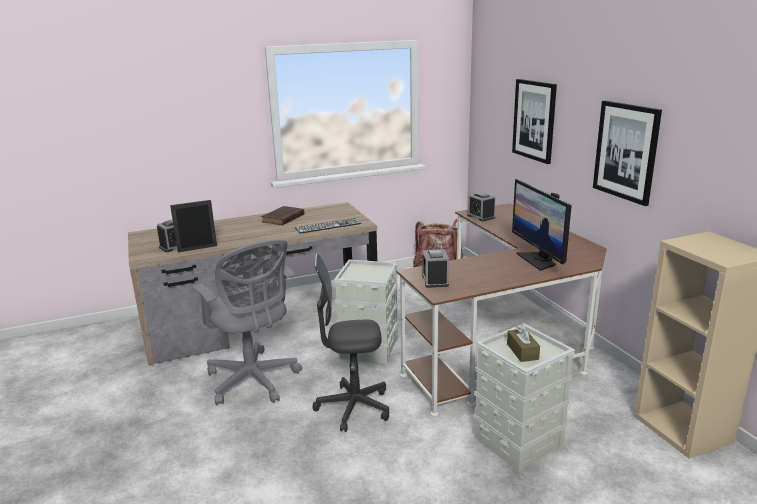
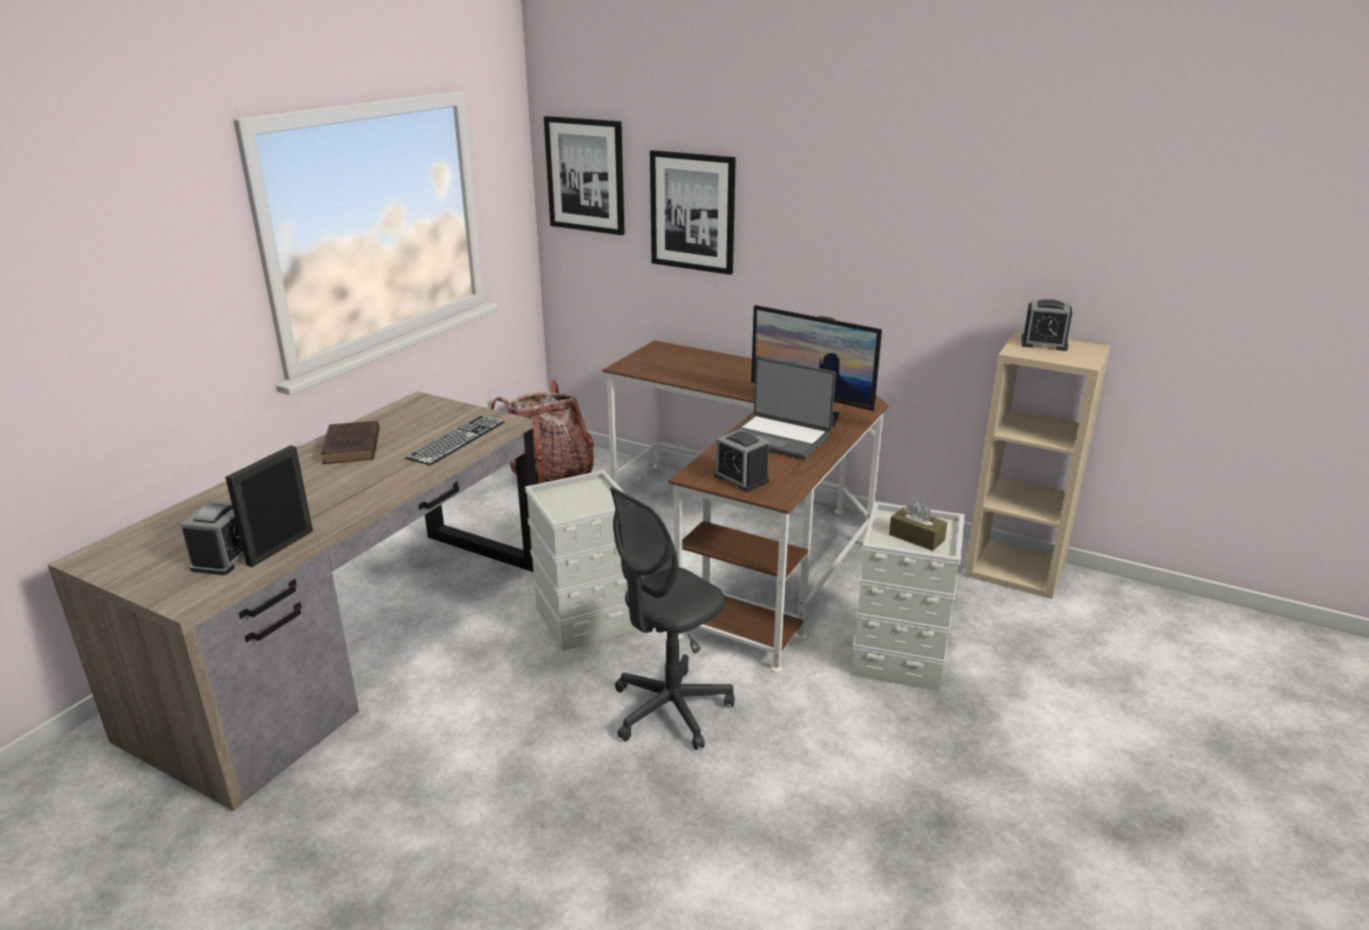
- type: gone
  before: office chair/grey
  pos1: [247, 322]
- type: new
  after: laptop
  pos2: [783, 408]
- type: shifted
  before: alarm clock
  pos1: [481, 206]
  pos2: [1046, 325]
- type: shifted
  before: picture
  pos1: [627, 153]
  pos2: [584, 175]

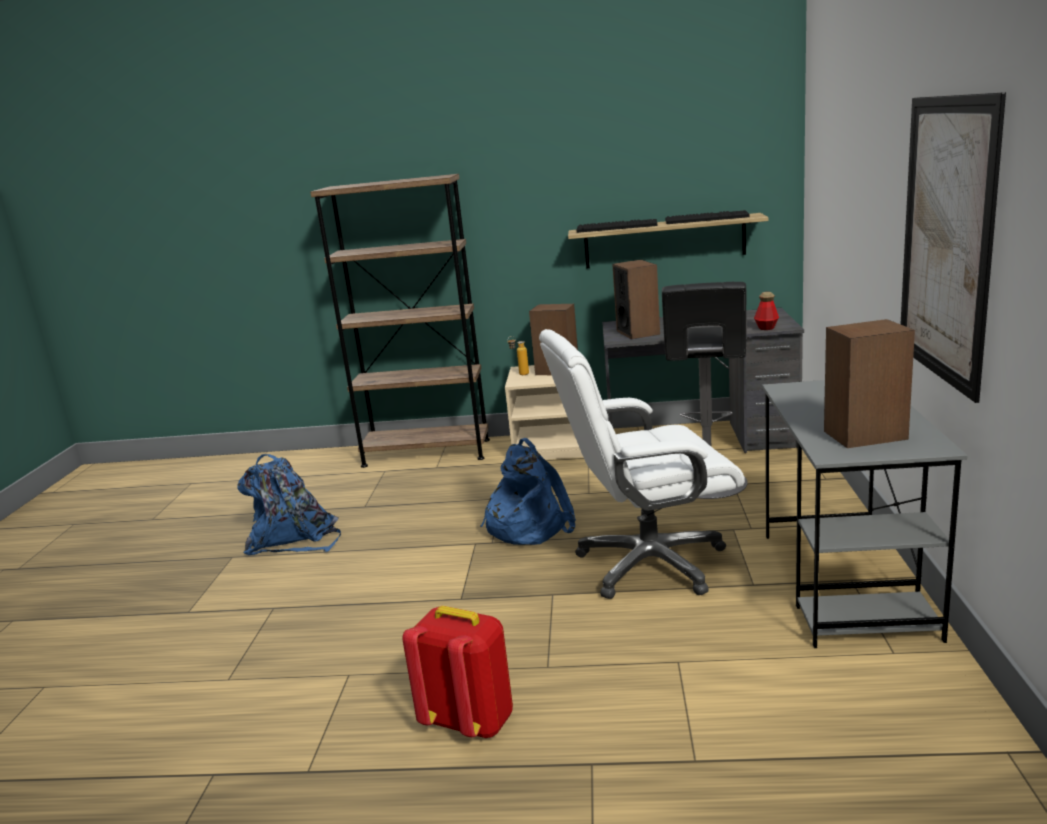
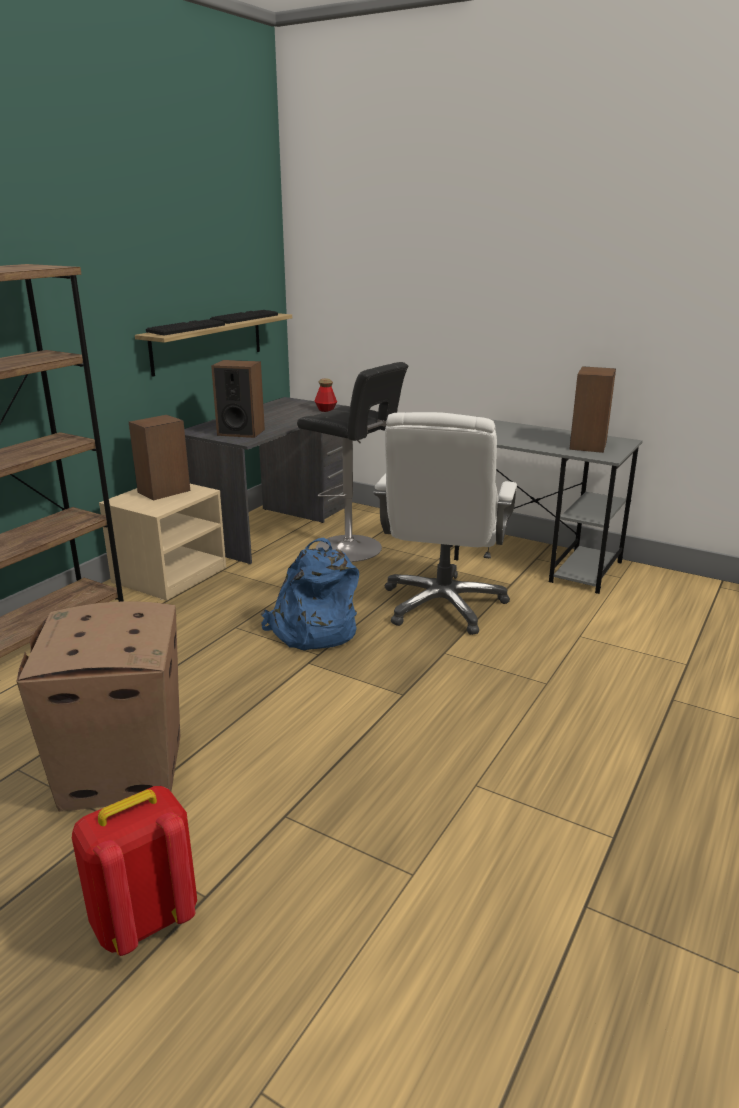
- type: gone
  before: bottle
  pos1: [518, 355]
- type: gone
  before: picture
  pos1: [953, 247]
- type: shifted
  before: backpack/red
  pos1: [458, 672]
  pos2: [134, 871]
- type: swapped
  before: backpack/blue
  after: cardboard box
  pos1: [289, 504]
  pos2: [98, 706]

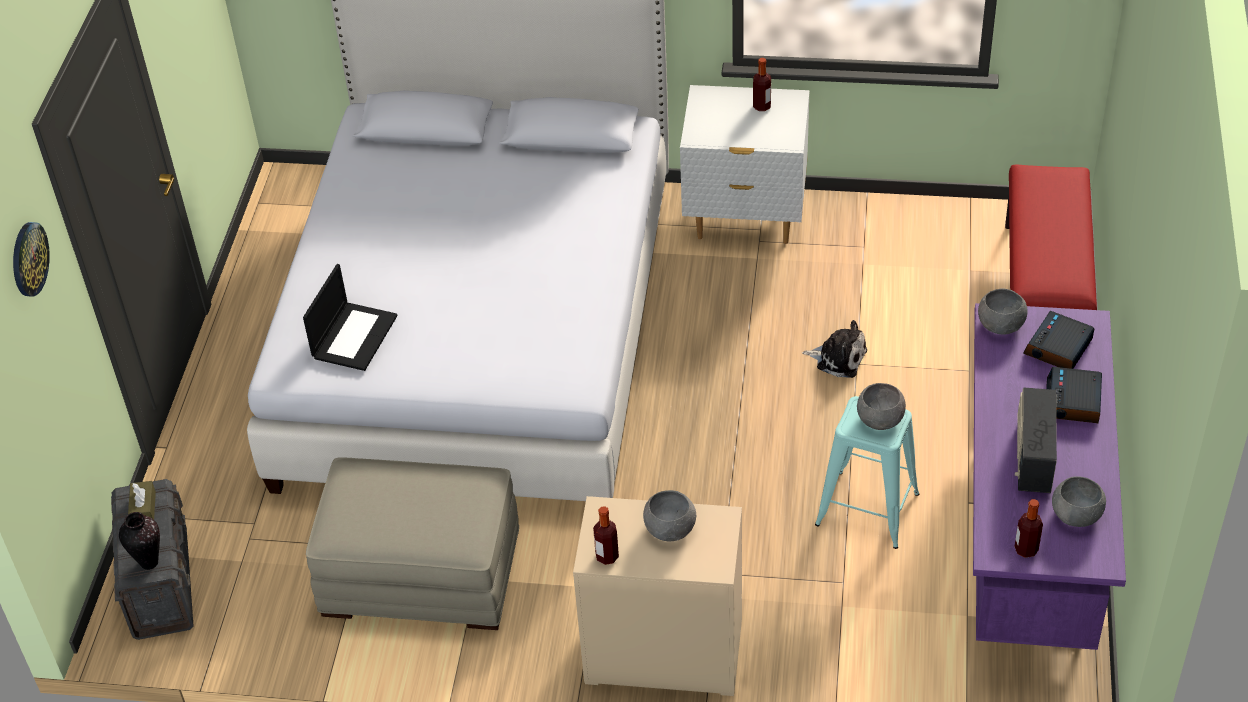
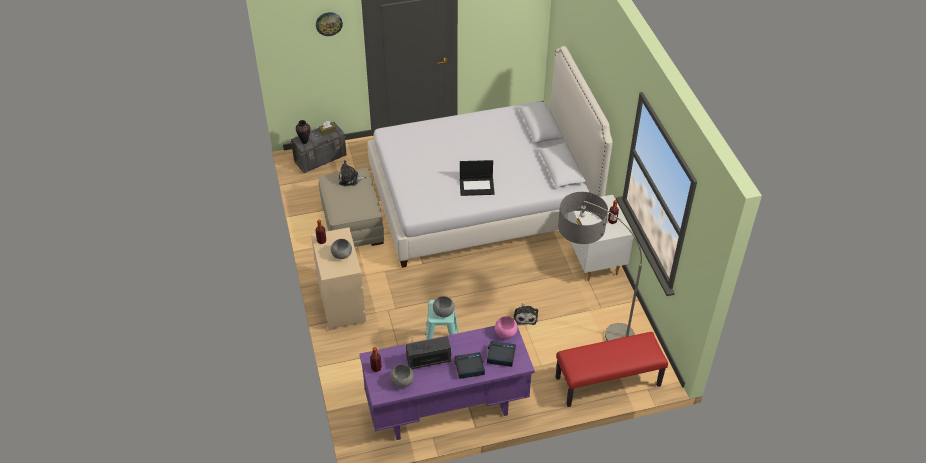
- type: new
  after: plush toy
  pos2: [353, 173]
- type: new
  after: floor lamp
  pos2: [600, 266]
- type: shifted
  before: laptop
  pos1: [350, 317]
  pos2: [477, 178]
- type: repainted
  before: bowl/grey
  after: bowl/pink
  pos1: [1003, 312]
  pos2: [506, 327]

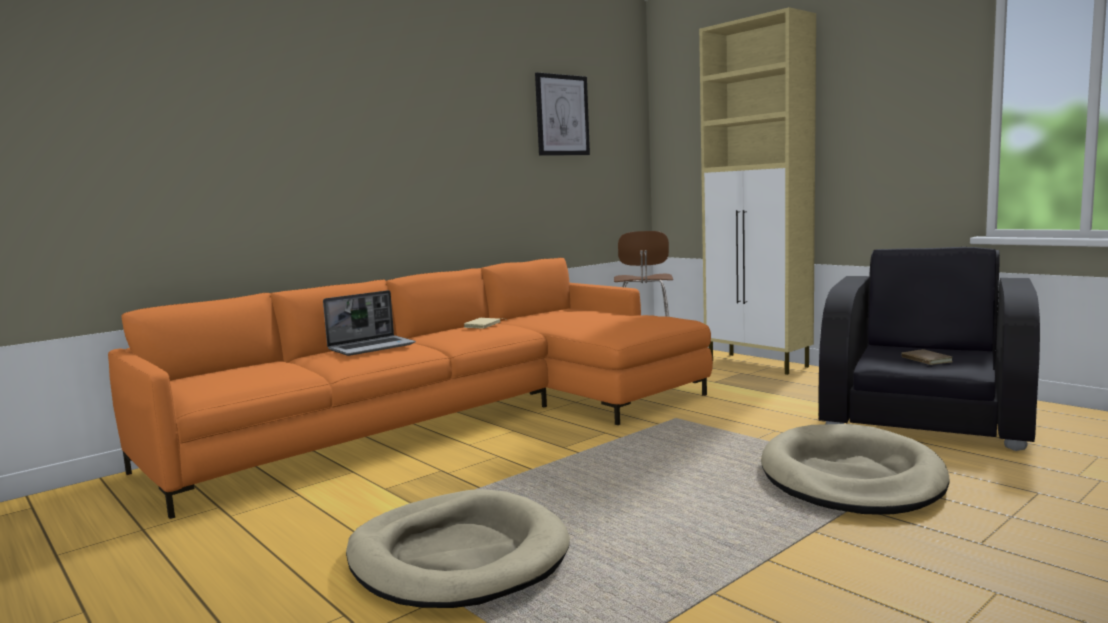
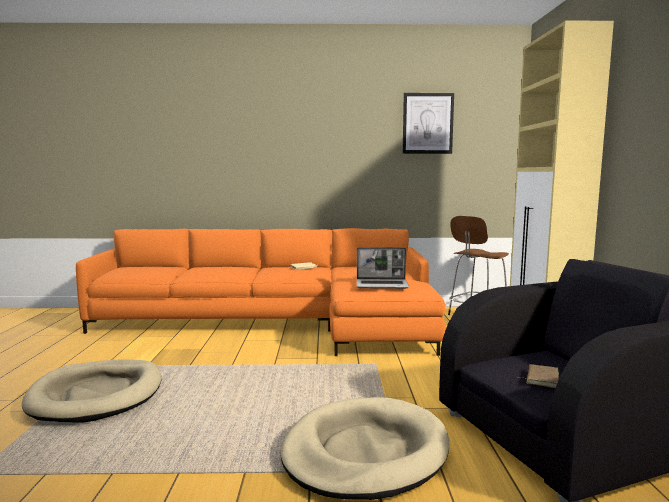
- type: shifted
  before: laptop
  pos1: [369, 323]
  pos2: [383, 268]

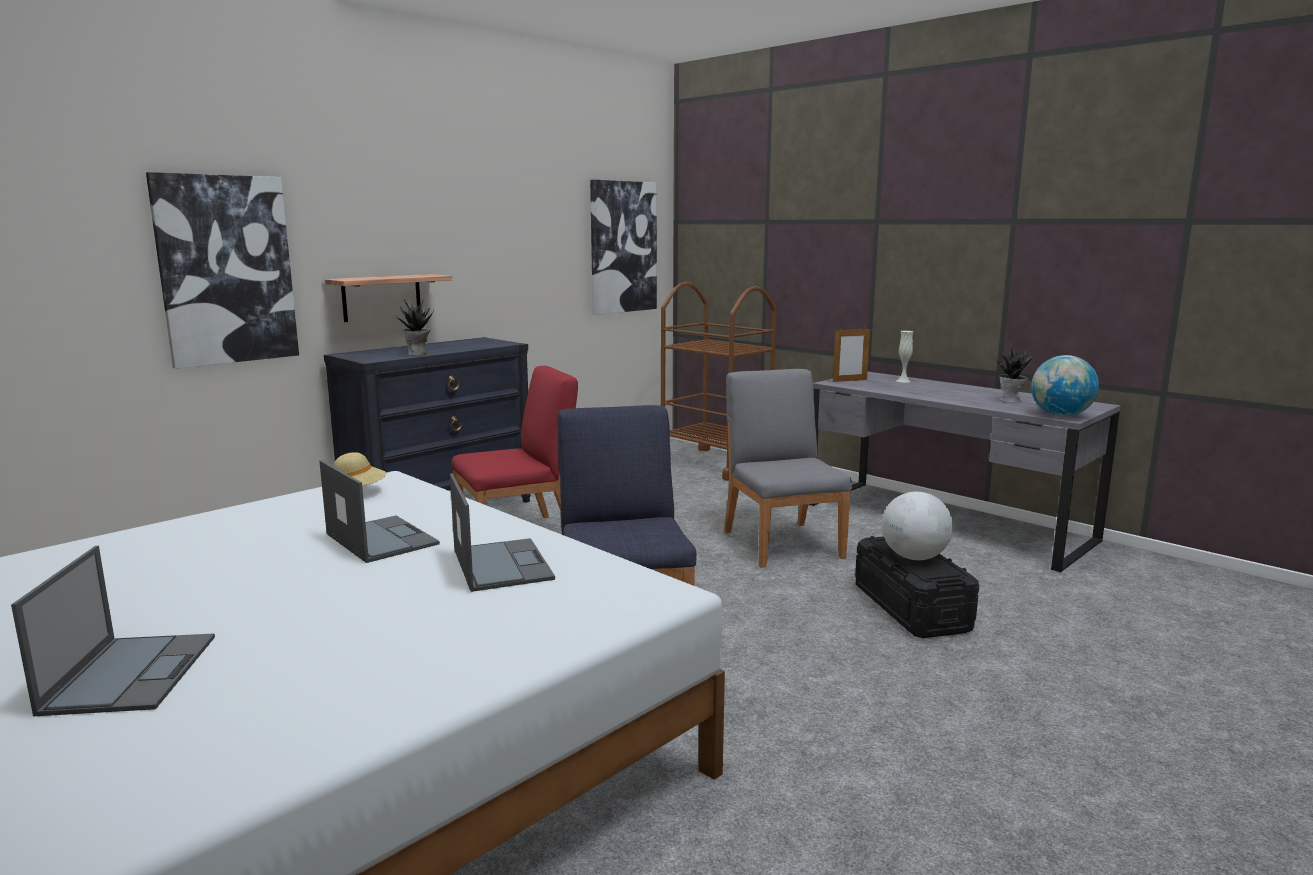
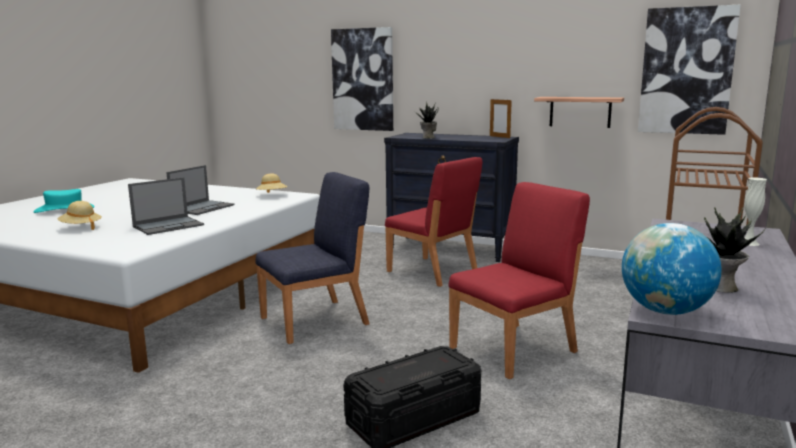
- type: gone
  before: globe
  pos1: [917, 526]
- type: new
  after: hat/beige
  pos2: [80, 215]
- type: shifted
  before: shelf
  pos1: [388, 298]
  pos2: [579, 112]
- type: shifted
  before: picture frame
  pos1: [851, 354]
  pos2: [501, 118]
- type: swapped
  before: laptop
  after: hat/turquoise
  pos1: [113, 631]
  pos2: [63, 201]
- type: repainted
  before: chair/grey
  after: chair/red
  pos1: [788, 468]
  pos2: [519, 280]

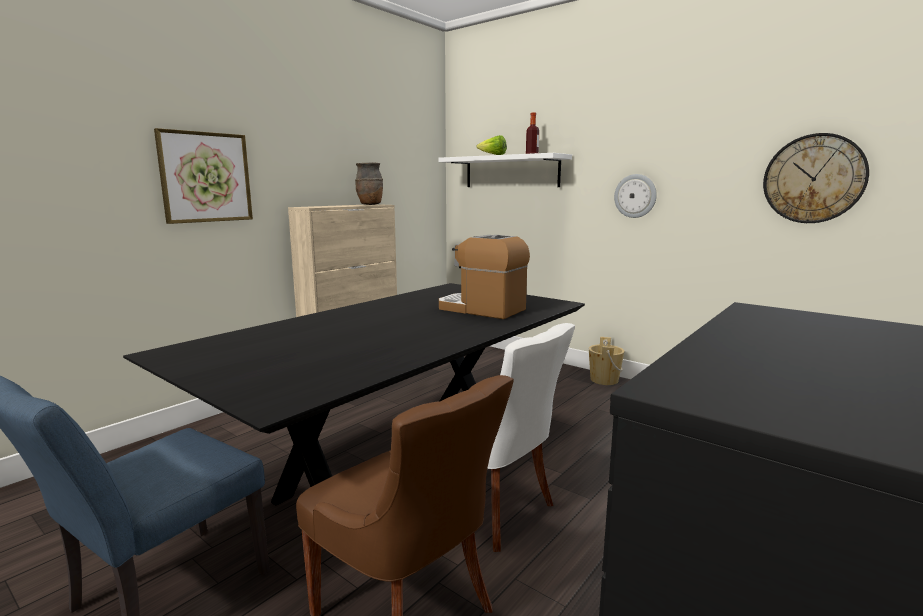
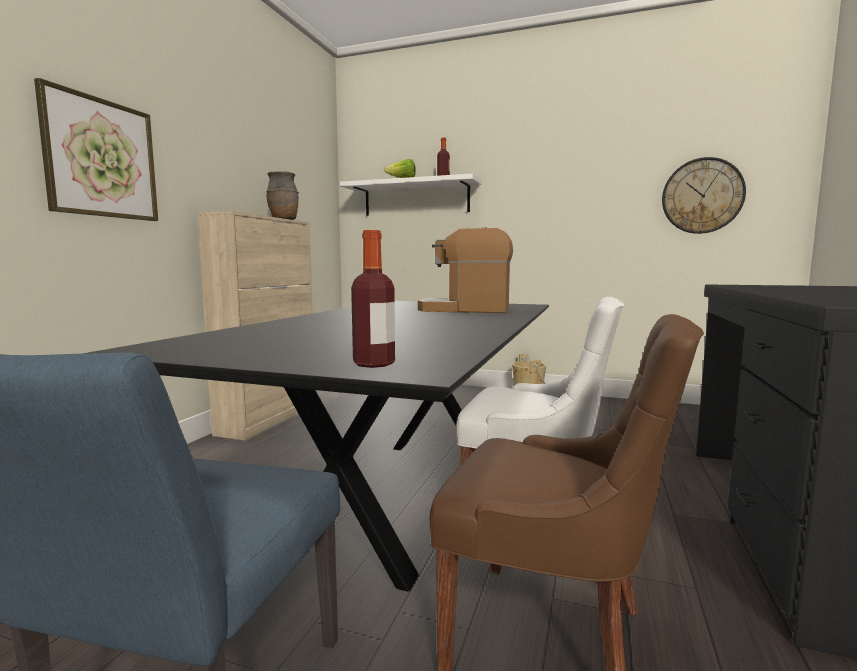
- type: gone
  before: wall clock
  pos1: [635, 196]
- type: new
  after: bottle
  pos2: [373, 299]

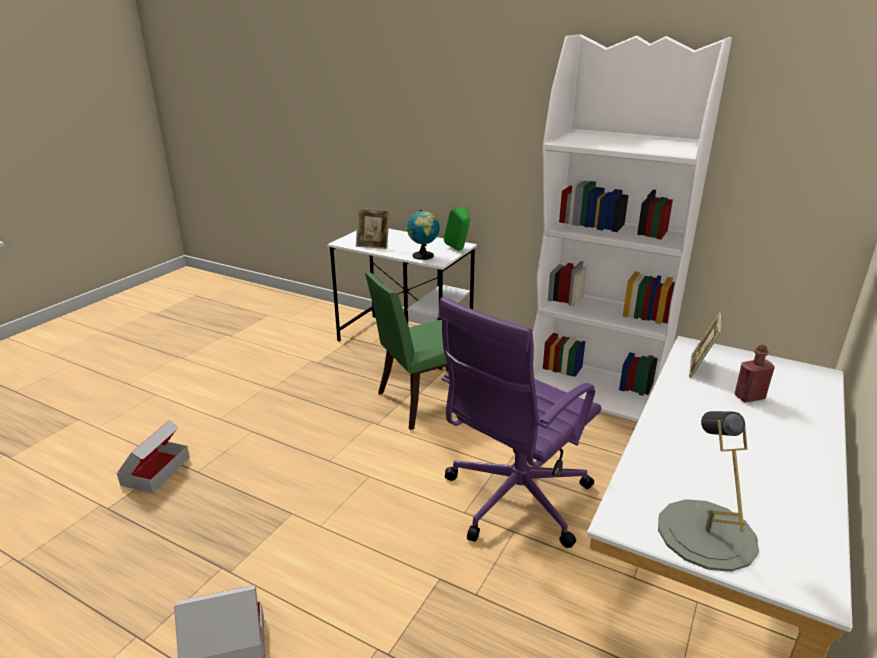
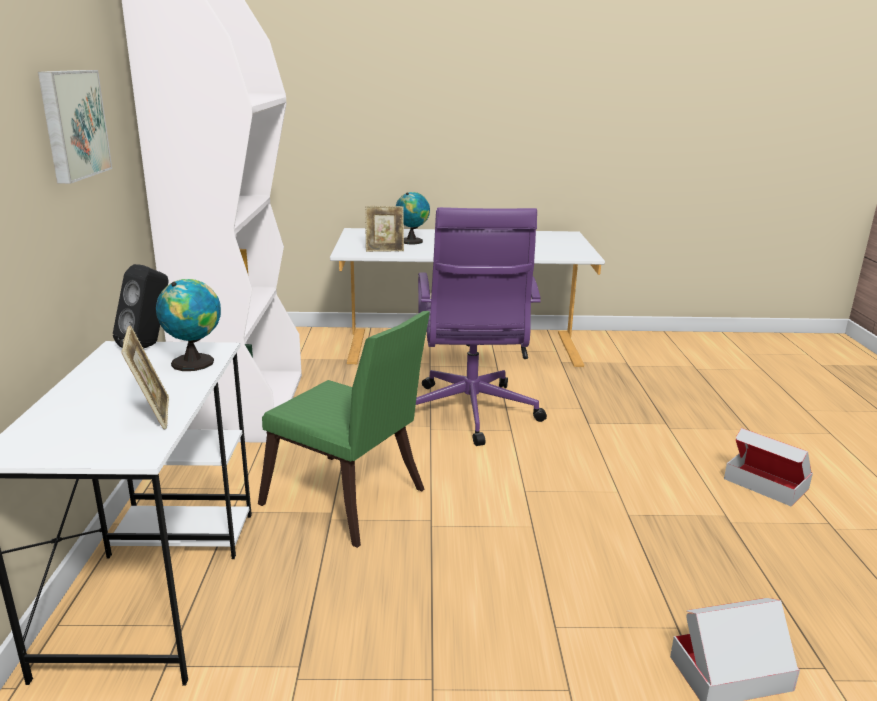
- type: gone
  before: table lamp/grey
  pos1: [708, 491]
- type: new
  after: picture
  pos2: [75, 127]
- type: swapped
  before: bottle/red
  after: globe
  pos1: [755, 374]
  pos2: [413, 218]
- type: repainted
  before: speaker/green
  after: speaker/black
  pos1: [457, 229]
  pos2: [140, 306]
- type: rotated
  before: office chair/purple
  pos1: [519, 422]
  pos2: [481, 326]
  turn: 75

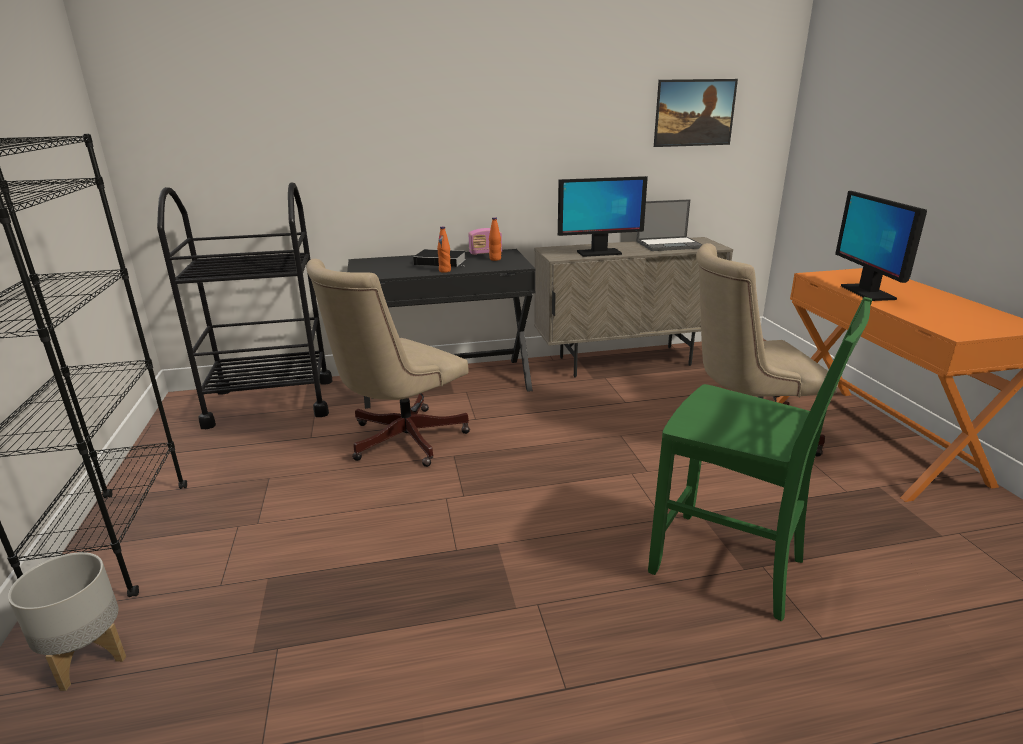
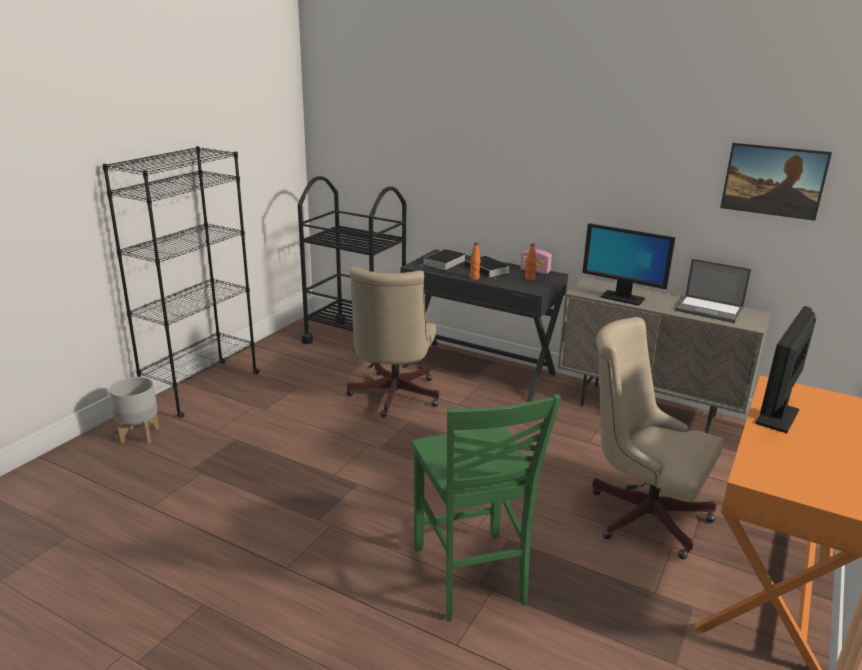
- type: new
  after: book
  pos2: [444, 259]
- type: rotated
  before: office chair/beige
  pos1: [388, 363]
  pos2: [392, 342]
  turn: -75

